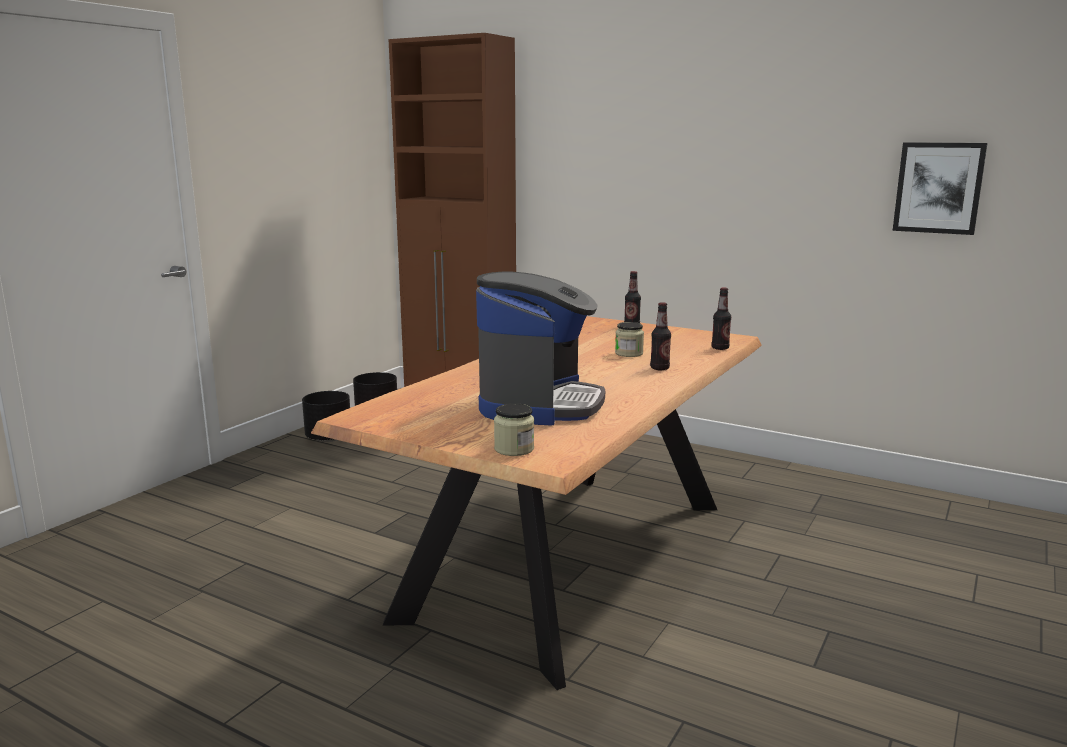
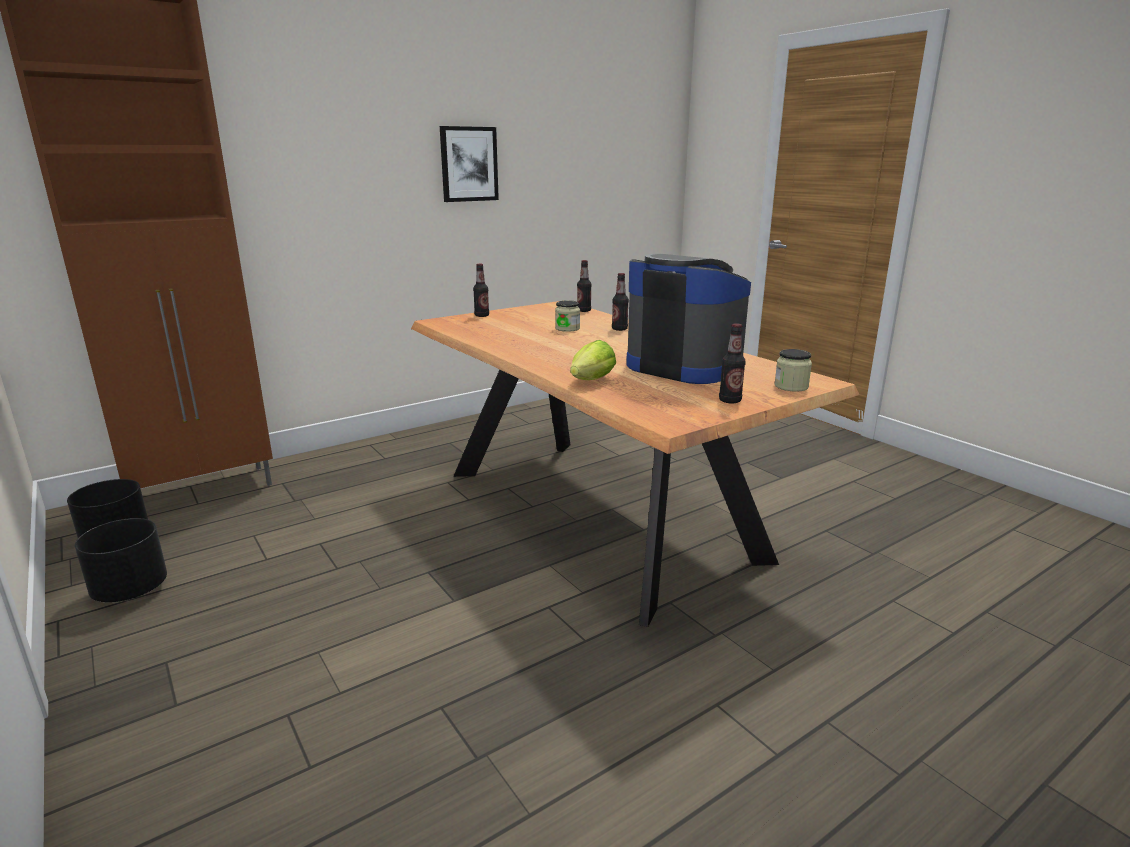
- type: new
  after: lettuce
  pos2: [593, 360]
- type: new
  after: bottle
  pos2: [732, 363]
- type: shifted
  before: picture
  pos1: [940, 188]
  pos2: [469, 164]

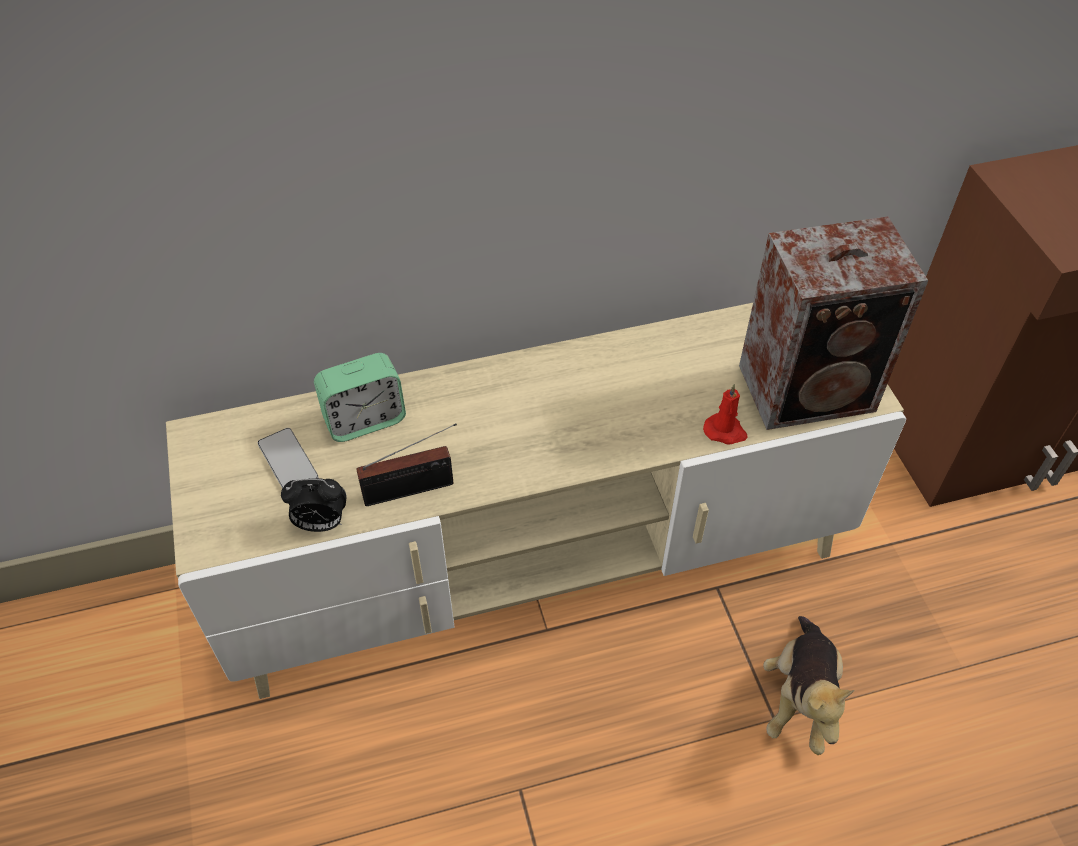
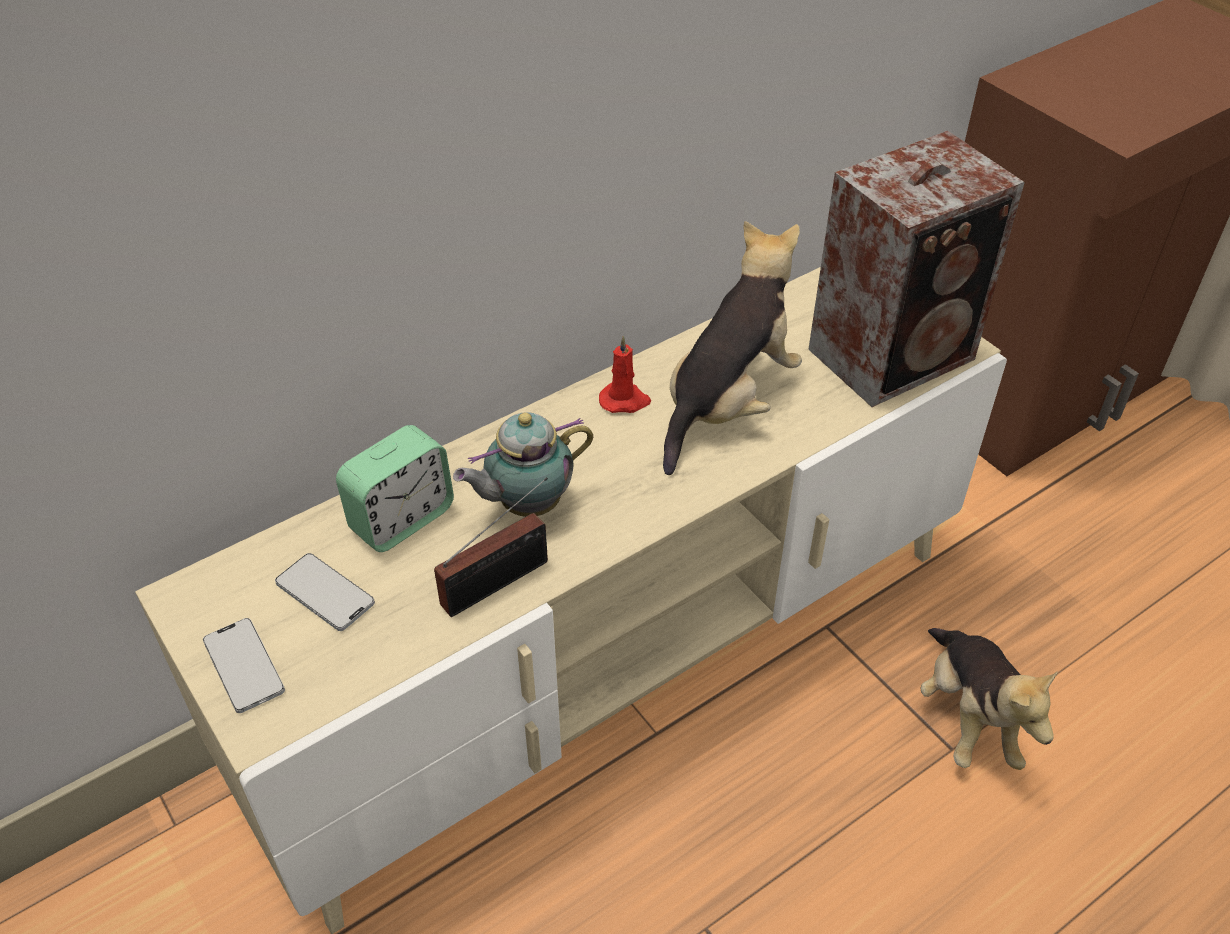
- type: gone
  before: alarm clock
  pos1: [314, 505]
- type: new
  after: phone
  pos2: [244, 665]
- type: new
  after: teapot
  pos2: [523, 464]
- type: new
  after: plush toy
  pos2: [732, 348]
- type: shifted
  before: candle/red
  pos1: [725, 414]
  pos2: [625, 374]

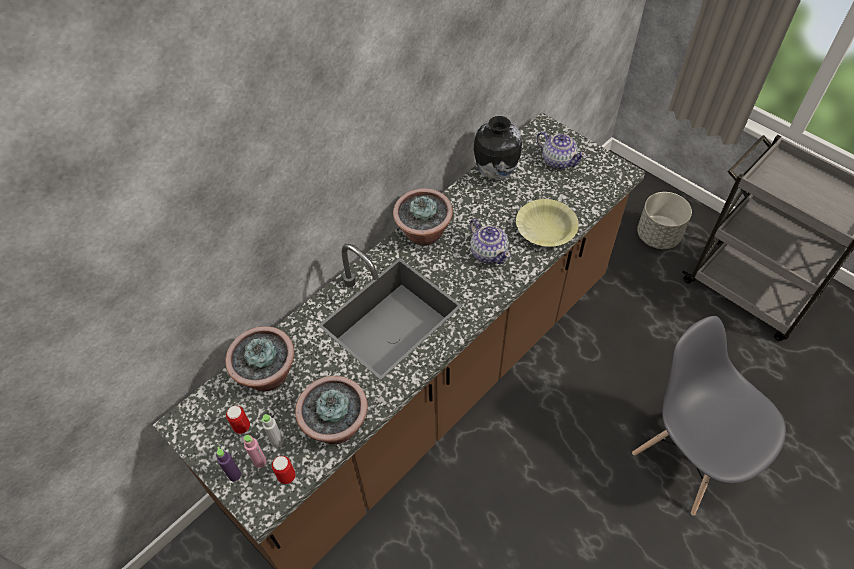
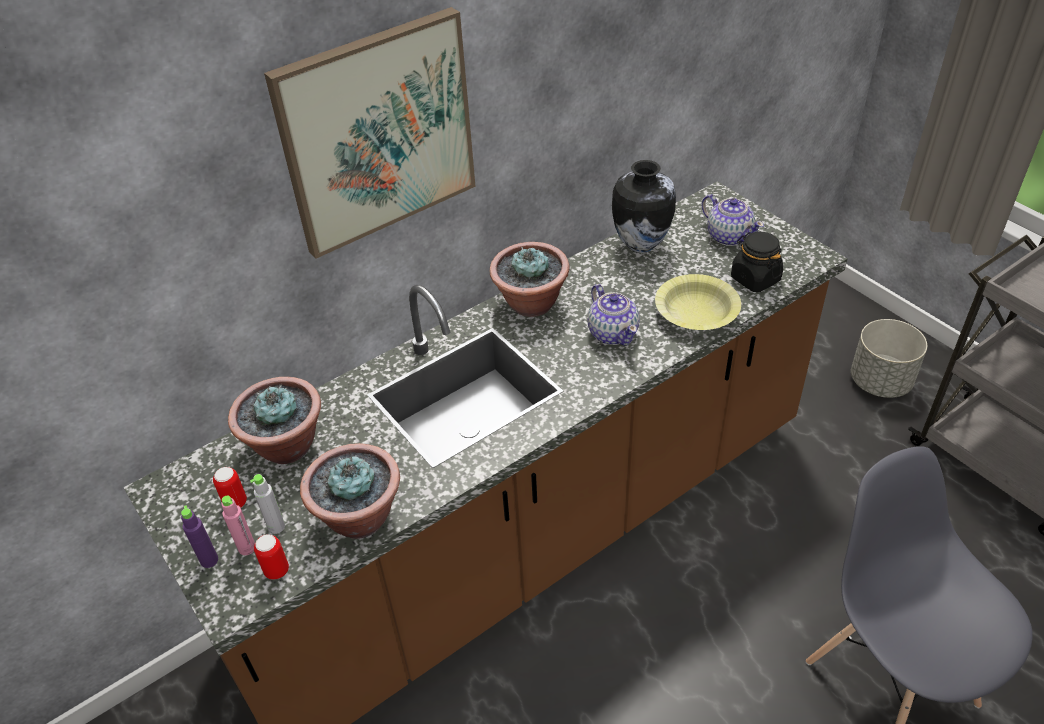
- type: new
  after: picture
  pos2: [370, 132]
- type: new
  after: jar/black
  pos2: [757, 262]

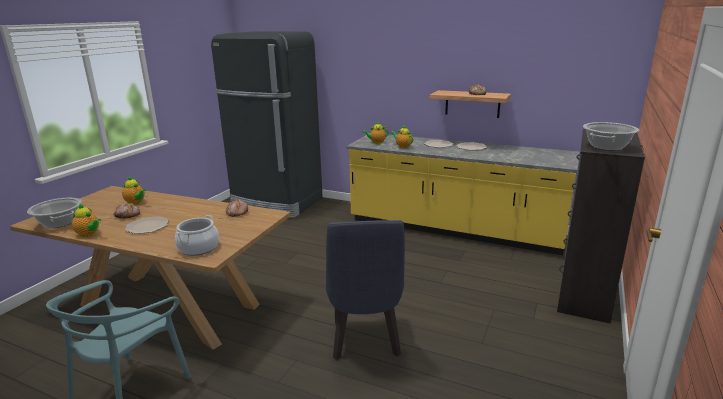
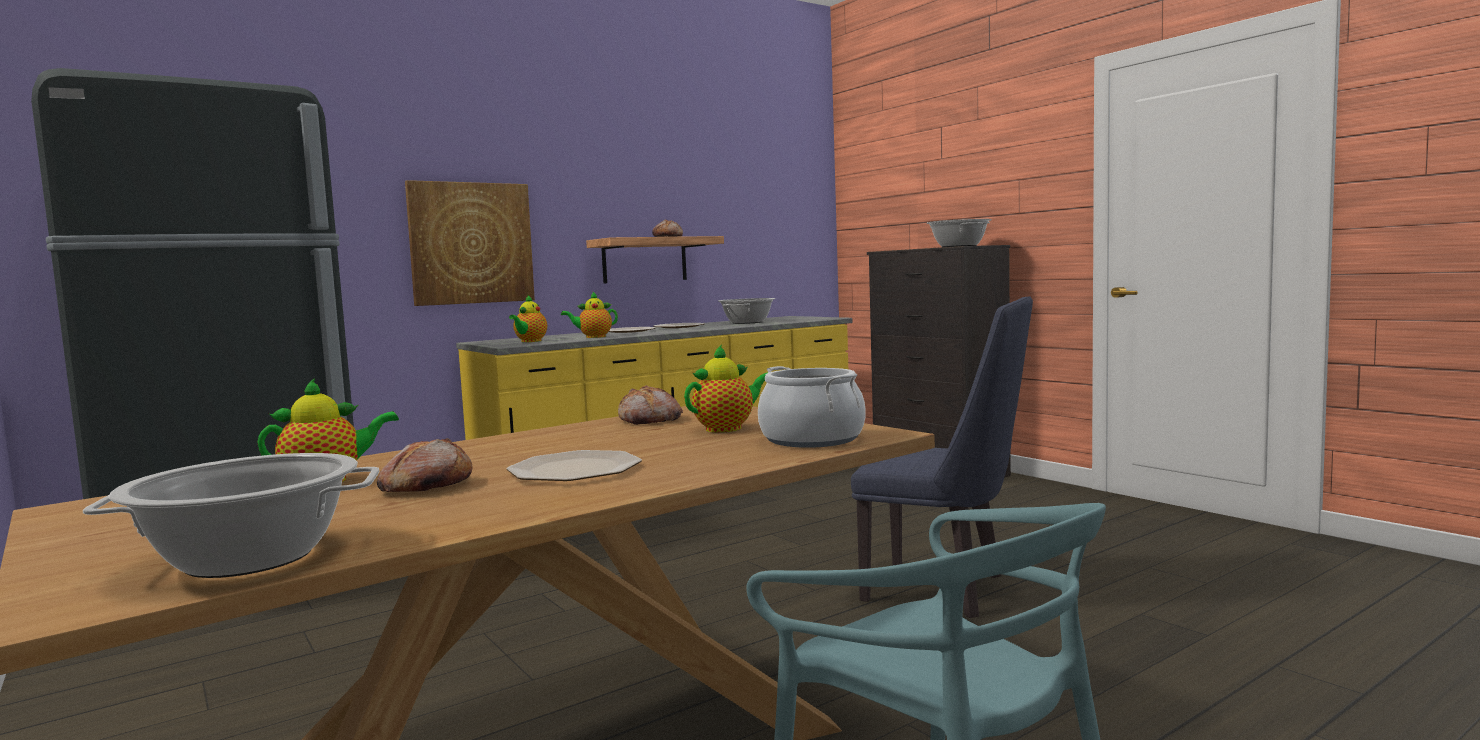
- type: new
  after: picture
  pos2: [470, 243]
- type: new
  after: cooking pot
  pos2: [747, 311]
- type: shifted
  before: teapot
  pos1: [86, 220]
  pos2: [726, 389]

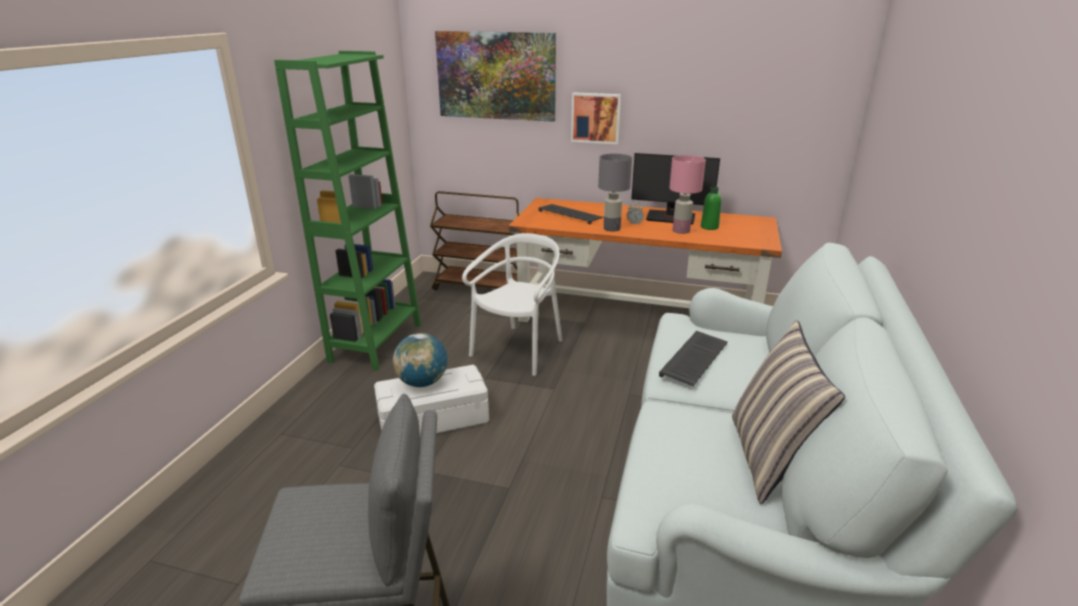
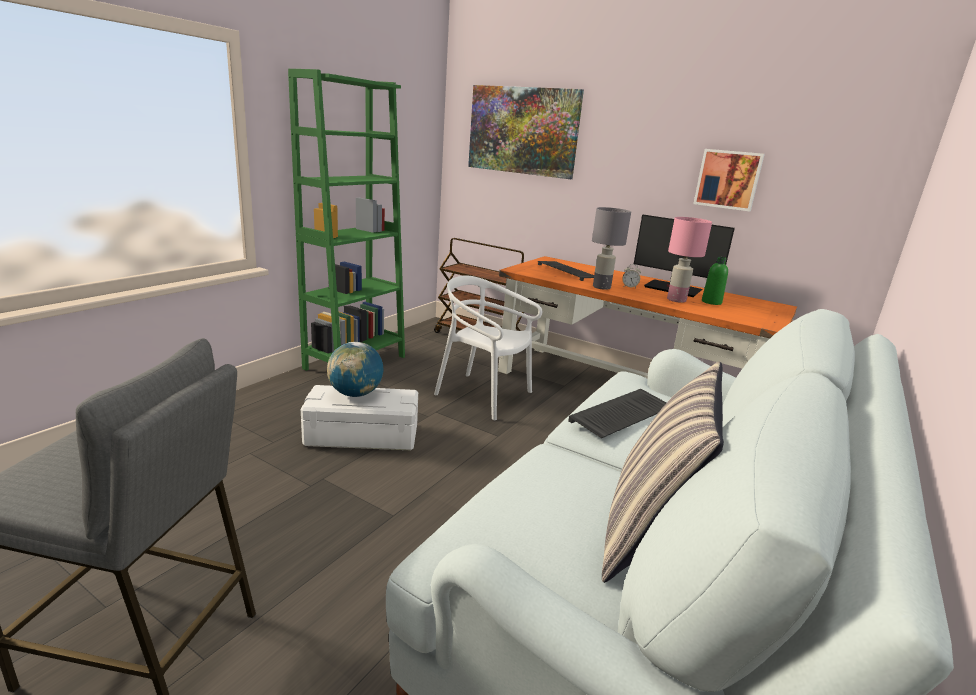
- type: shifted
  before: picture
  pos1: [596, 118]
  pos2: [729, 180]
- type: rotated
  before: chair/white
  pos1: [512, 304]
  pos2: [488, 347]
  turn: -105

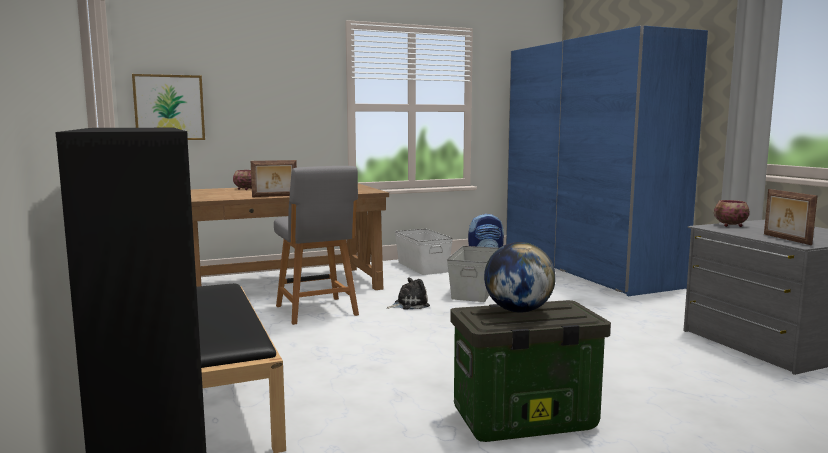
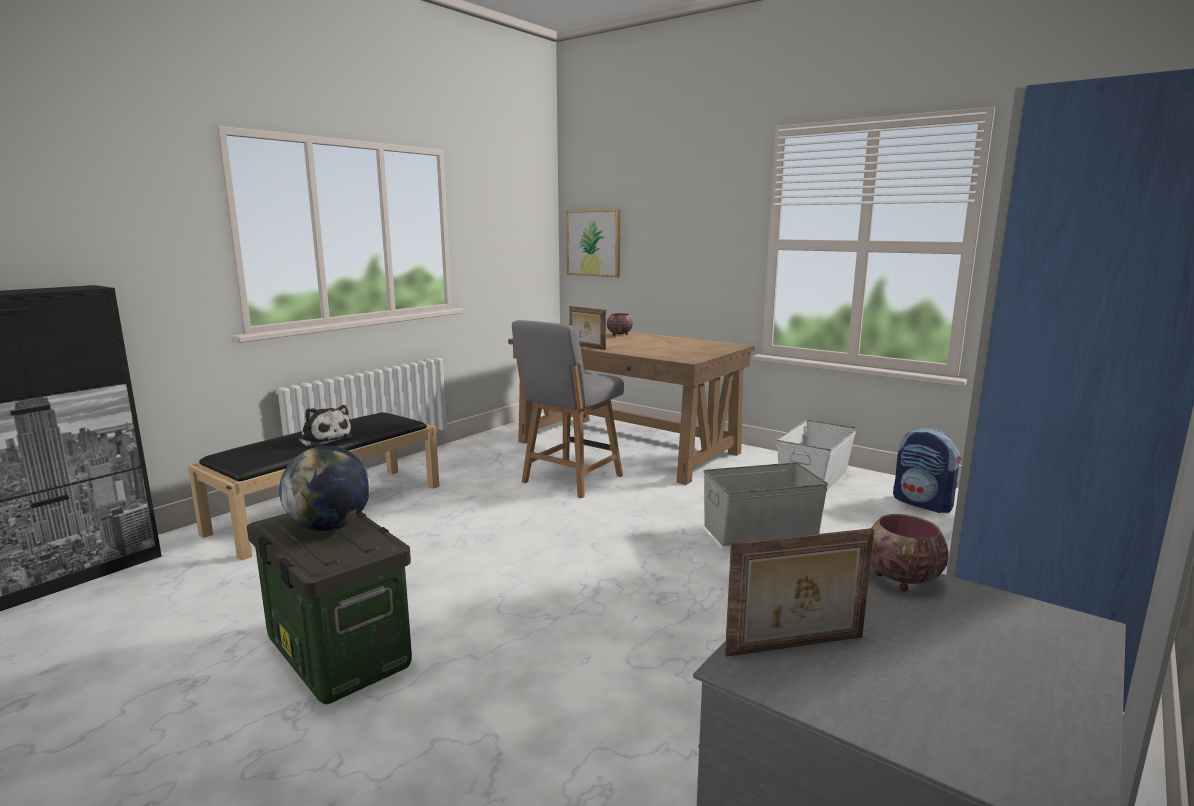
- type: shifted
  before: plush toy
  pos1: [408, 293]
  pos2: [325, 426]
- type: rotated
  before: picture frame
  pos1: [791, 217]
  pos2: [799, 592]
  turn: -150

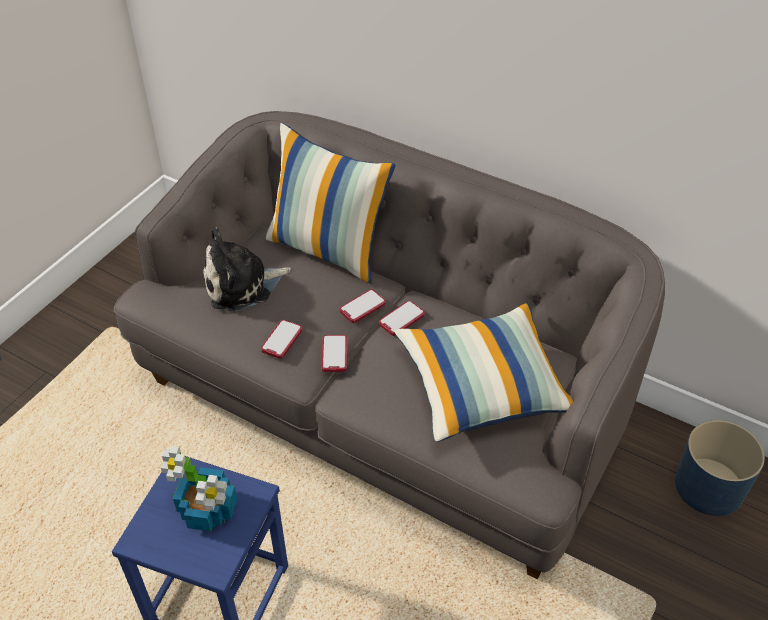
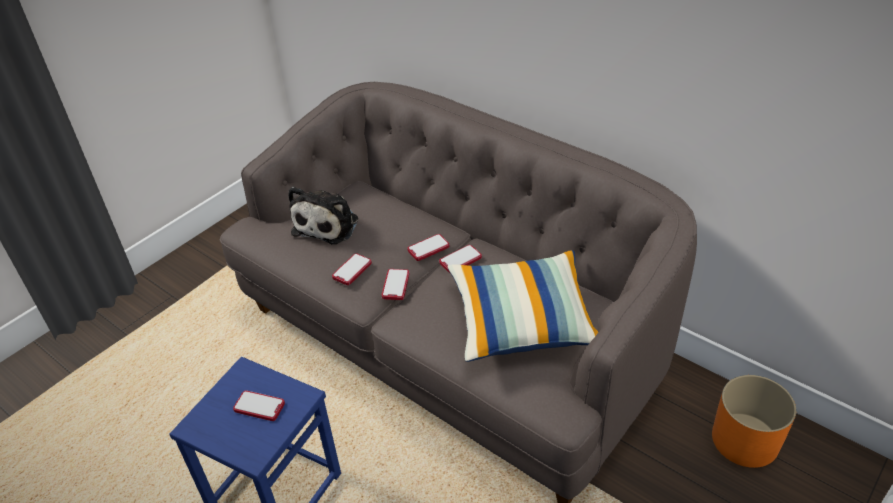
- type: gone
  before: pillow
  pos1: [330, 203]
- type: swapped
  before: potted plant
  after: phone
  pos1: [199, 488]
  pos2: [259, 405]
- type: repainted
  before: planter/blue
  after: planter/orange
  pos1: [720, 468]
  pos2: [754, 421]
- type: rotated
  before: plush toy
  pos1: [247, 269]
  pos2: [323, 215]
  turn: -60

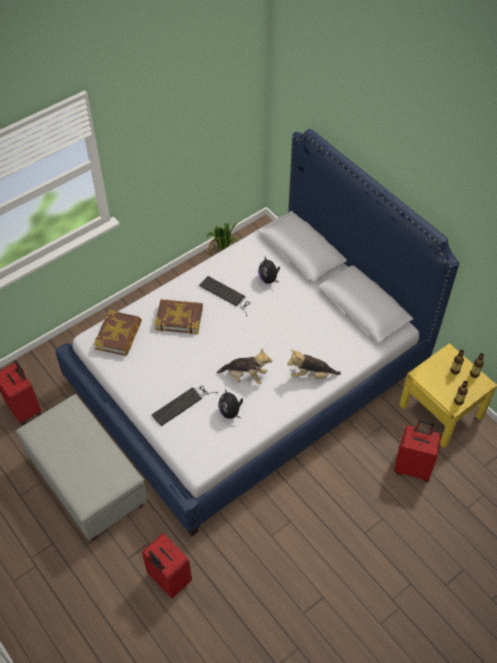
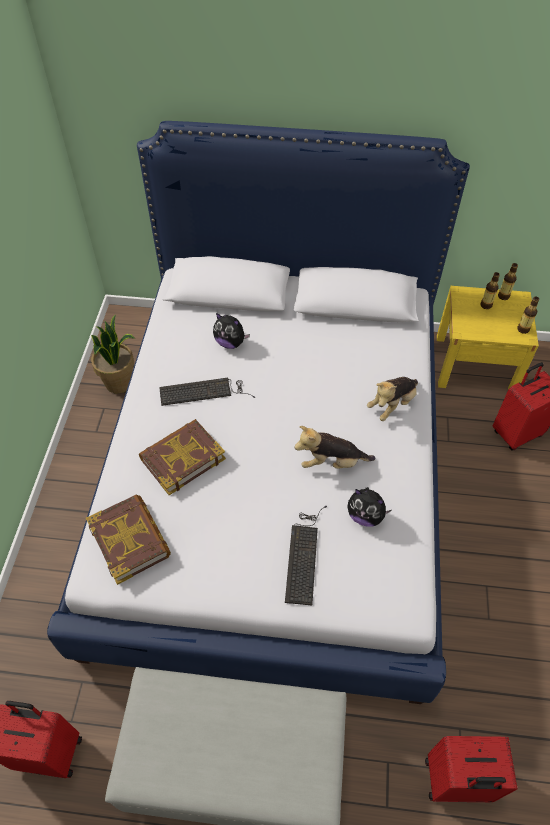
- type: rotated
  before: plush toy
  pos1: [245, 366]
  pos2: [335, 447]
  turn: -150

